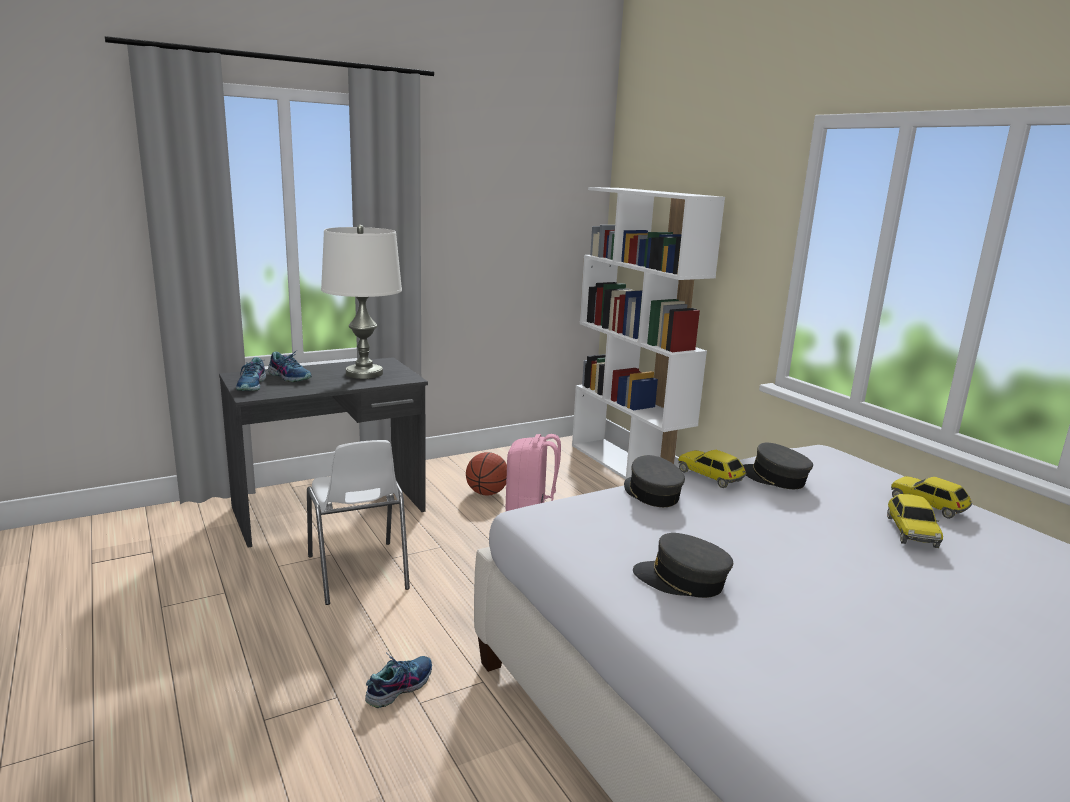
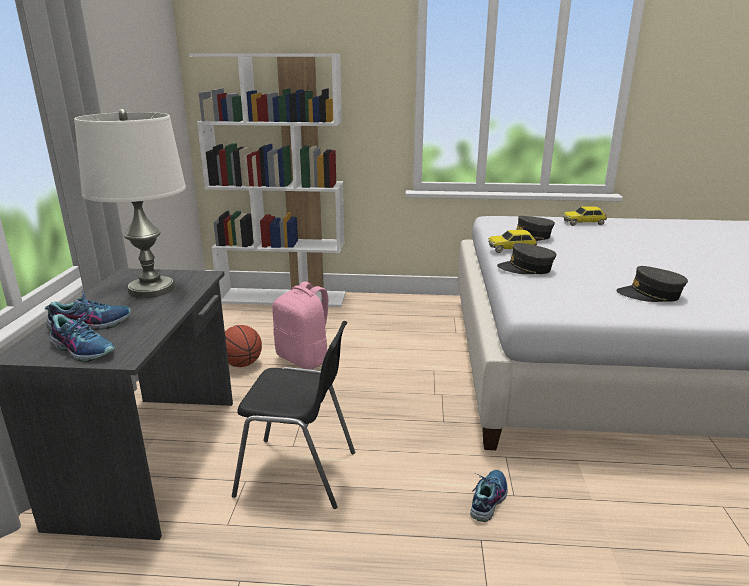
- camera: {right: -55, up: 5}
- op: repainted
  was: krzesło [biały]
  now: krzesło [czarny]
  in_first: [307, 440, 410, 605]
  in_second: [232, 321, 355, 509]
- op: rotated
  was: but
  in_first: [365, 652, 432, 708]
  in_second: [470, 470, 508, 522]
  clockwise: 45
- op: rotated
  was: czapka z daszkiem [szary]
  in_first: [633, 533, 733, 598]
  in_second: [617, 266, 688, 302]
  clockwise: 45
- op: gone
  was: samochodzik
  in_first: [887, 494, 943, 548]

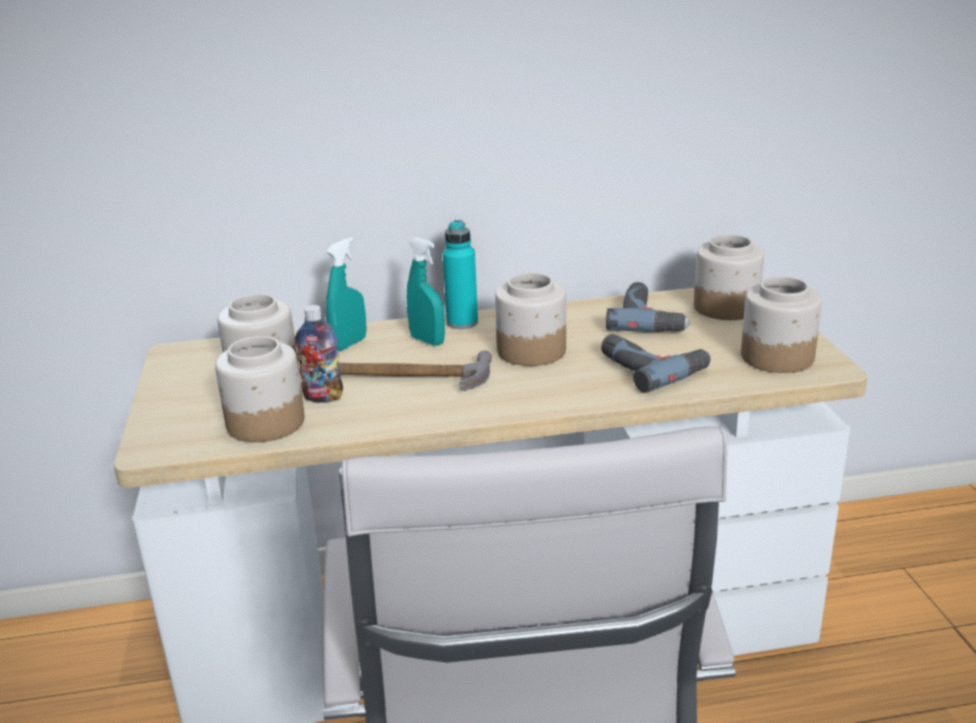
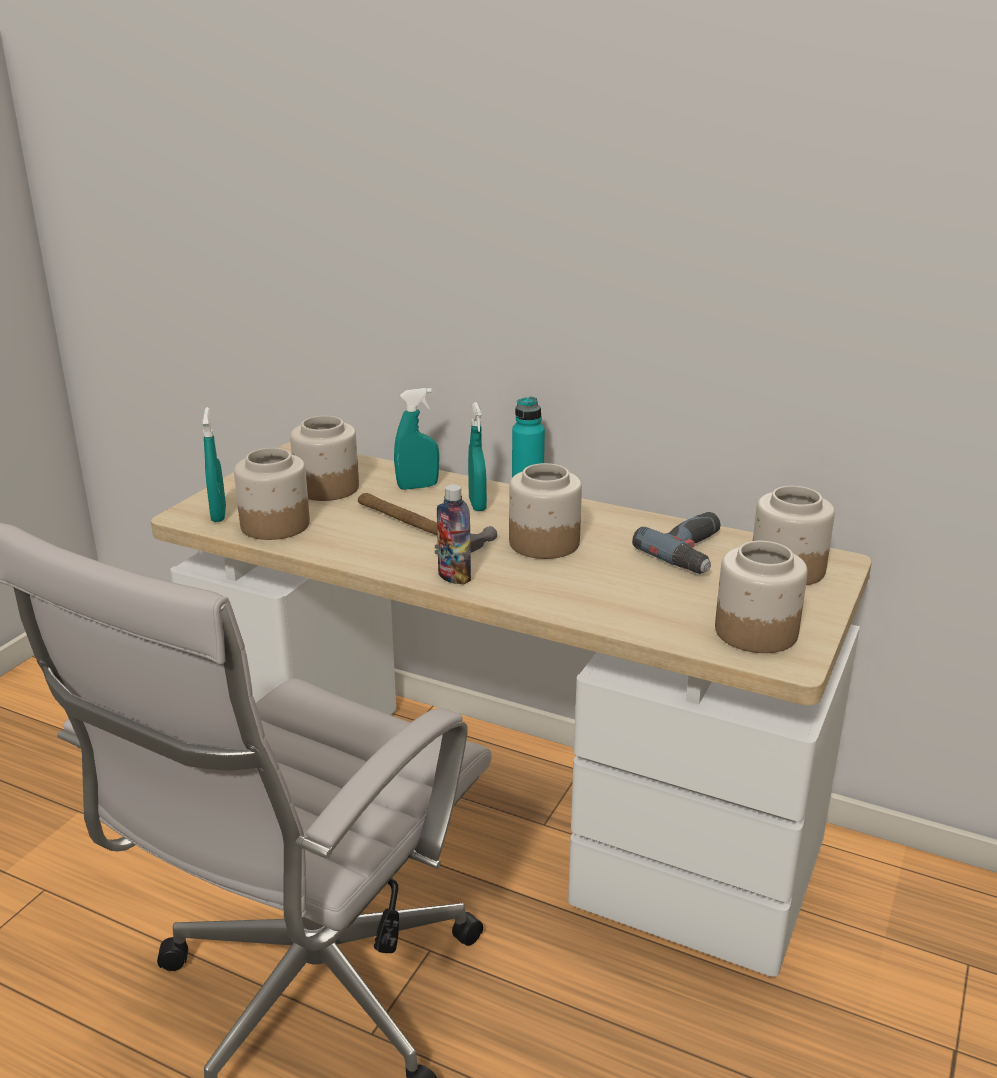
- camera: {right: 35, up: 0}
- op: new
  now: spryskiwacz [turkusowy]
  in_second: [203, 407, 226, 522]
- op: shifted
  was: butelka
  in_first: [295, 305, 343, 402]
  in_second: [437, 484, 471, 585]
- op: gone
  was: wiertarka
  in_first: [601, 334, 711, 393]

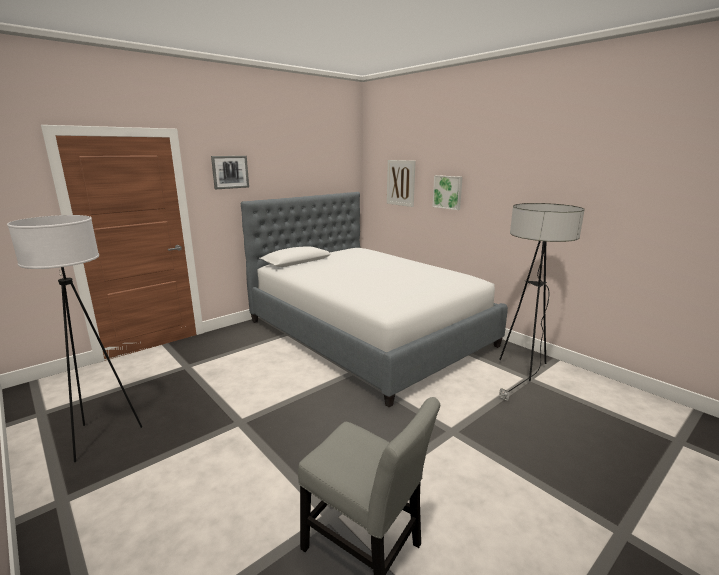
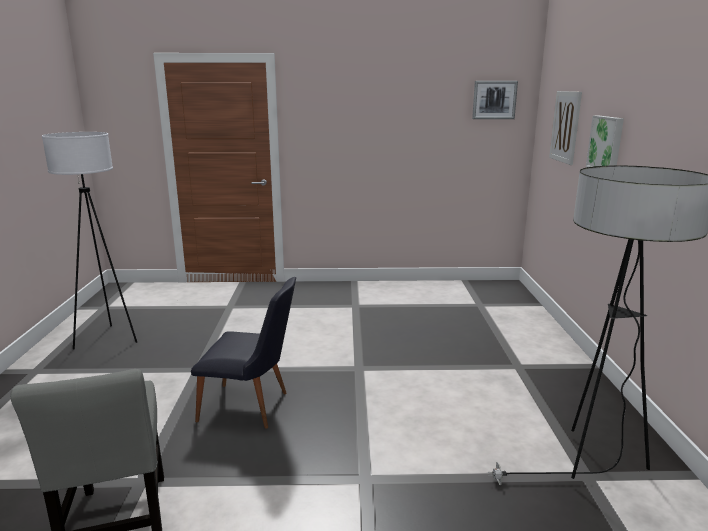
- camera: {right: 40, up: 0}
- op: new
  now: krzesło [czarny]
  in_second: [191, 277, 296, 429]
- op: shifted
  was: obraz
  in_first: [211, 156, 249, 189]
  in_second: [472, 81, 518, 119]
- op: gone
  was: łóżko
  in_first: [241, 192, 508, 407]

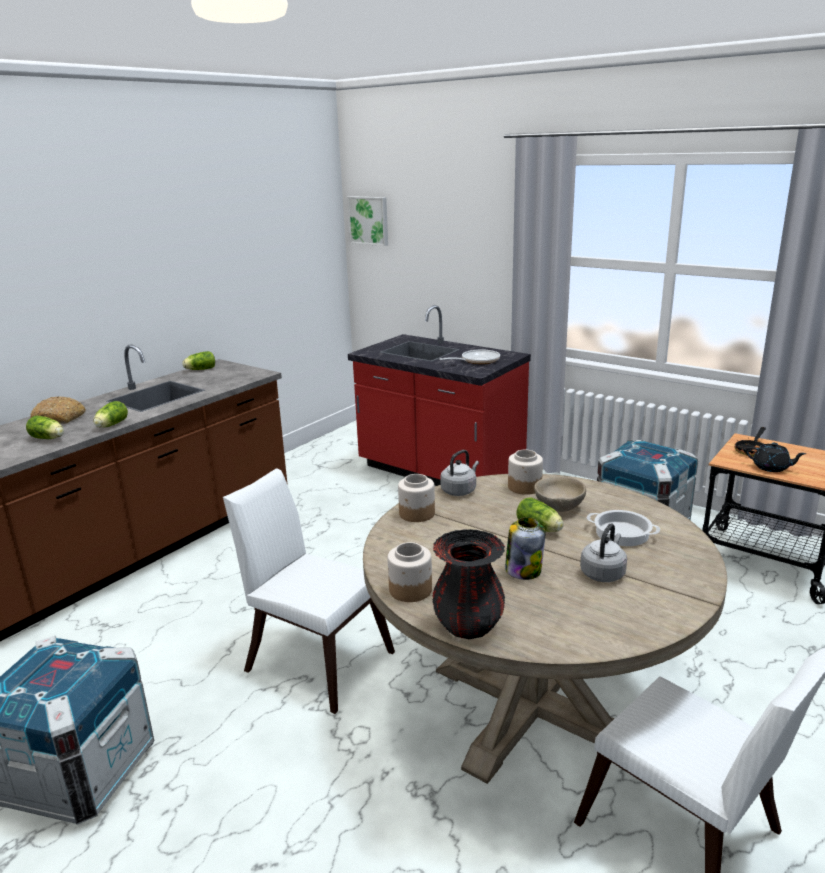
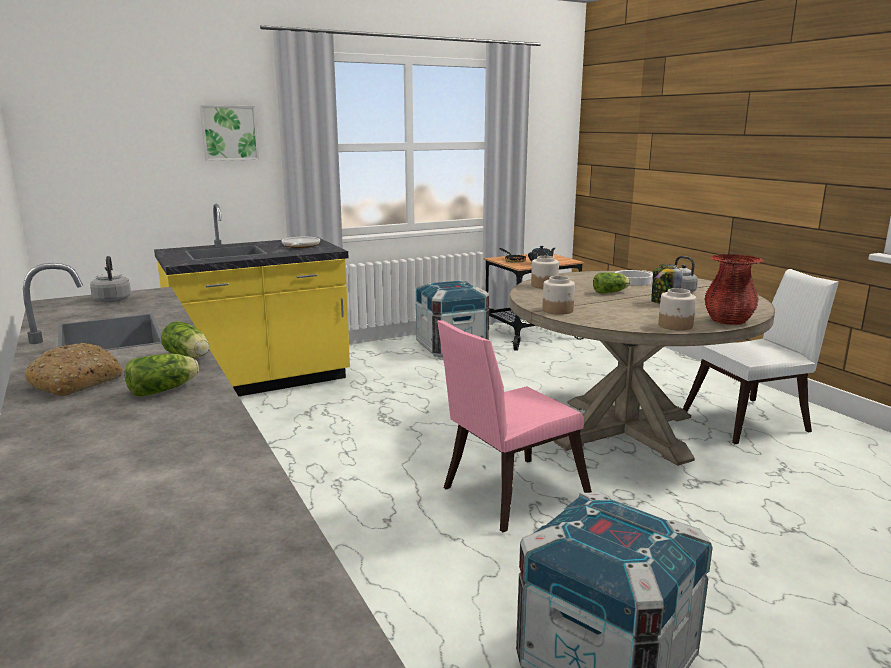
- camera: {right: -65, up: -5}
- op: shifted
  was: czajnik [szary]
  in_first: [440, 450, 479, 496]
  in_second: [90, 256, 131, 303]
- op: repainted
  was: zabudowa kuchenna [czerwony]
  now: zabudowa kuchenna [żółty]
  in_first: [348, 305, 531, 486]
  in_second: [154, 204, 350, 396]
- op: shifted
  was: obraz
  in_first: [347, 196, 388, 246]
  in_second: [200, 105, 259, 161]
- op: repainted
  was: krzesło [biały]
  now: krzesło [różowy]
  in_first: [223, 468, 395, 714]
  in_second: [437, 320, 592, 533]
- op: repainted
  was: wazon [czarny]
  now: wazon [czerwony]
  in_first: [432, 529, 505, 639]
  in_second: [705, 254, 763, 325]
- op: gone
  was: sałata
  in_first: [182, 351, 215, 370]
- op: gone
  was: miska [beżowy]
  in_first: [534, 477, 586, 512]

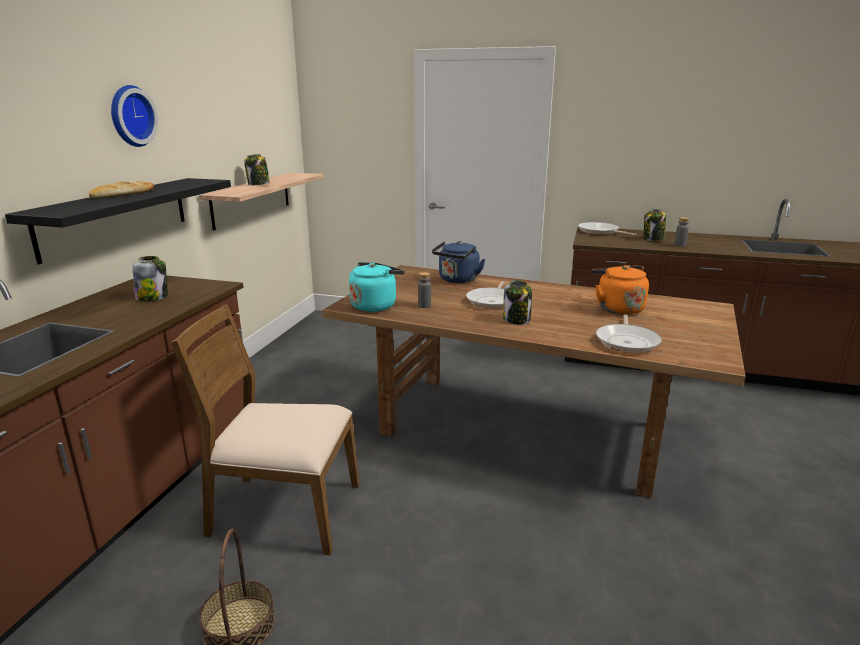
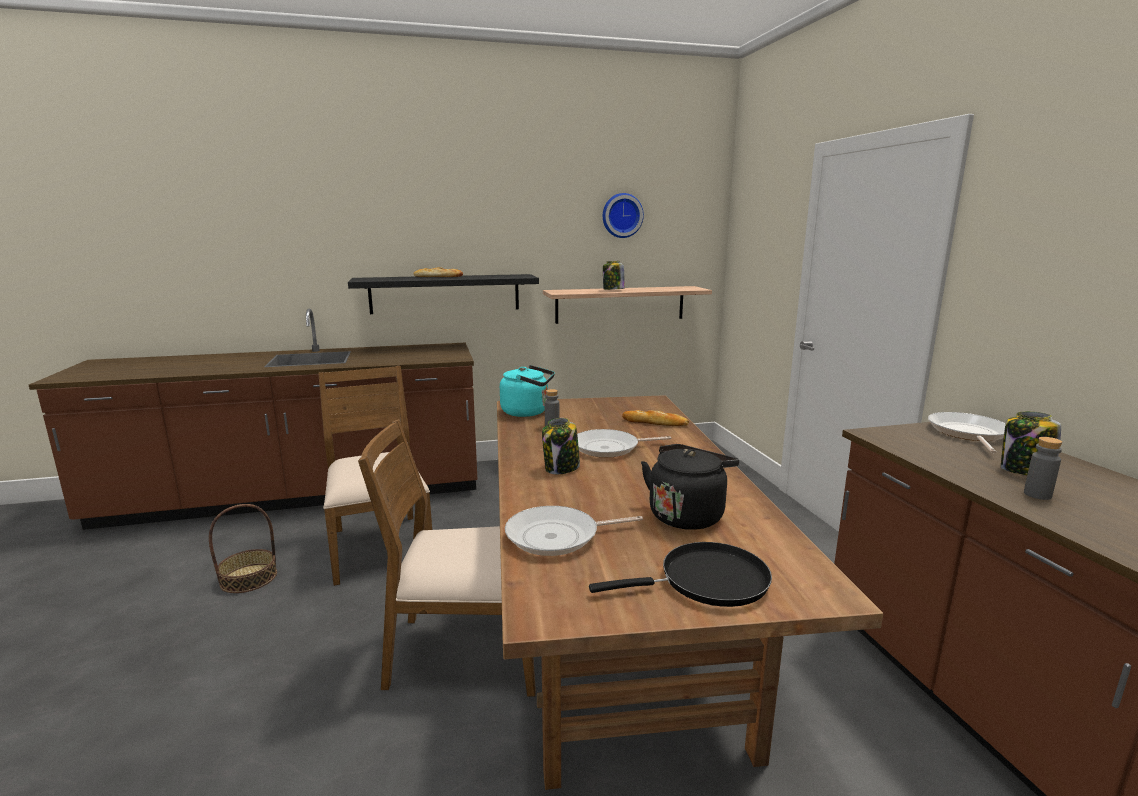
- camera: {right: 60, up: -5}
- op: new
  now: krzesło [brązowy]
  in_second: [358, 419, 536, 697]
- op: new
  now: patelnia [czarny]
  in_second: [589, 542, 772, 607]
- op: shifted
  was: zegar ścienny
  in_first: [111, 85, 158, 147]
  in_second: [603, 193, 644, 238]
- op: swapped
  was: czajnik [niebieski]
  now: chleb
  in_first: [432, 241, 485, 283]
  in_second: [622, 410, 689, 426]
- op: repainted
  was: czajnik [pomarańczowy]
  now: czajnik [czarny]
  in_first: [592, 265, 649, 315]
  in_second: [641, 444, 739, 530]
- op: gone
  was: słoik
  in_first: [133, 256, 168, 301]

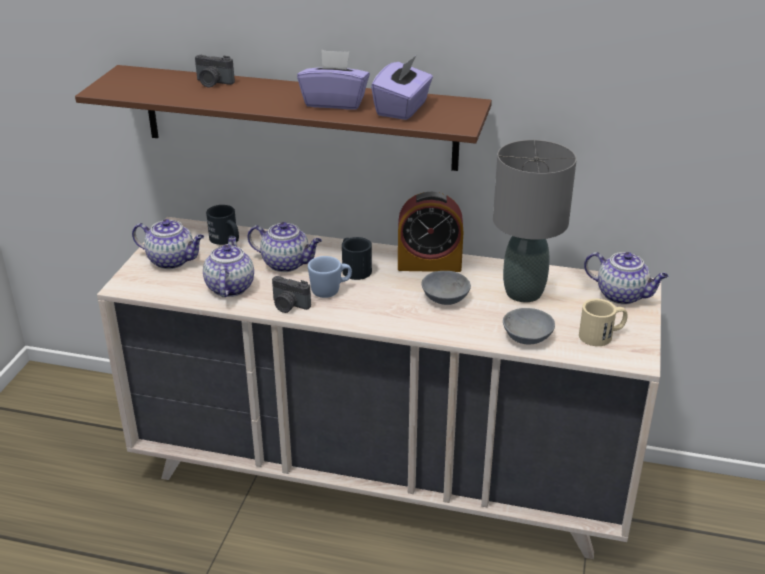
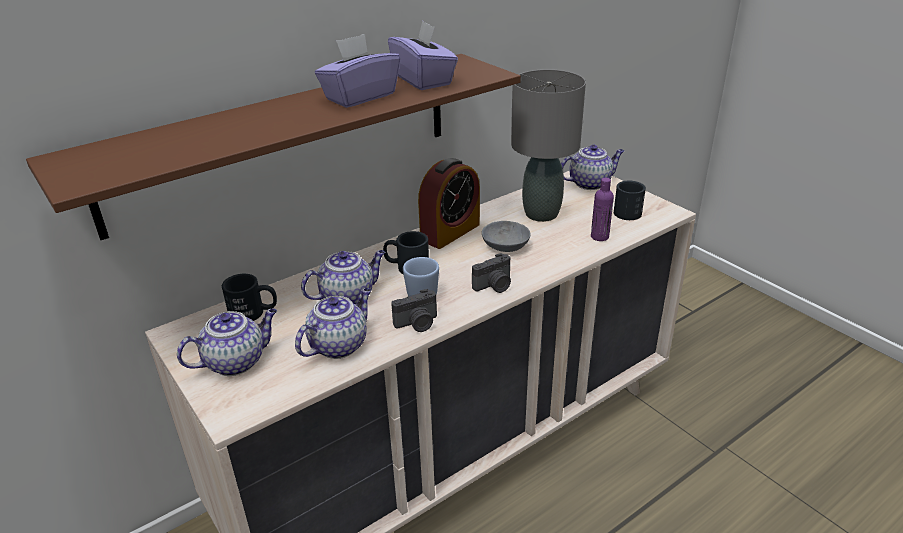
- camera: {right: -50, up: 0}
- op: rotated
  was: imbryk
  in_first: [203, 236, 254, 297]
  in_second: [295, 288, 371, 359]
  clockwise: 90
- op: shifted
  was: aparat fotograficzny
  in_first: [195, 55, 235, 88]
  in_second: [472, 253, 511, 293]
- op: swapped
  was: miska [szary]
  now: butelka [fioletowy]
  in_first: [503, 308, 555, 345]
  in_second: [591, 178, 614, 241]
- op: repainted
  was: kubek [beżowy]
  now: kubek [czarny]
  in_first: [579, 299, 628, 346]
  in_second: [614, 181, 646, 220]

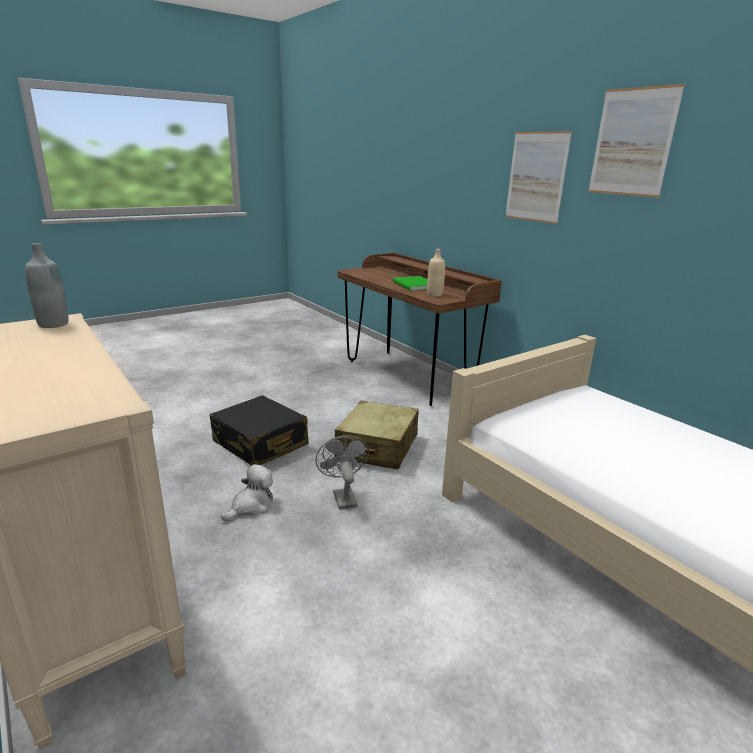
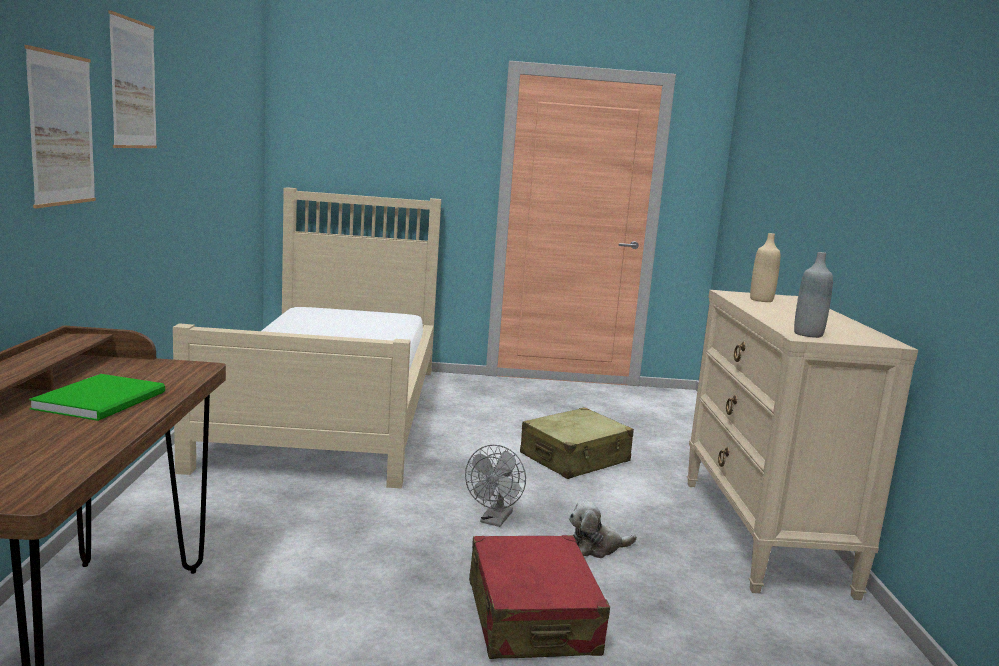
- camera: {right: -145, up: -10}
- op: repainted
  was: walizka [czarny]
  now: walizka [czerwony]
  in_first: [210, 395, 309, 465]
  in_second: [469, 535, 610, 659]
- op: shifted
  was: walizka [beżowy]
  in_first: [335, 401, 419, 469]
  in_second: [520, 407, 634, 479]
- op: shifted
  was: butelka [beżowy]
  in_first: [427, 249, 445, 297]
  in_second: [750, 233, 780, 302]

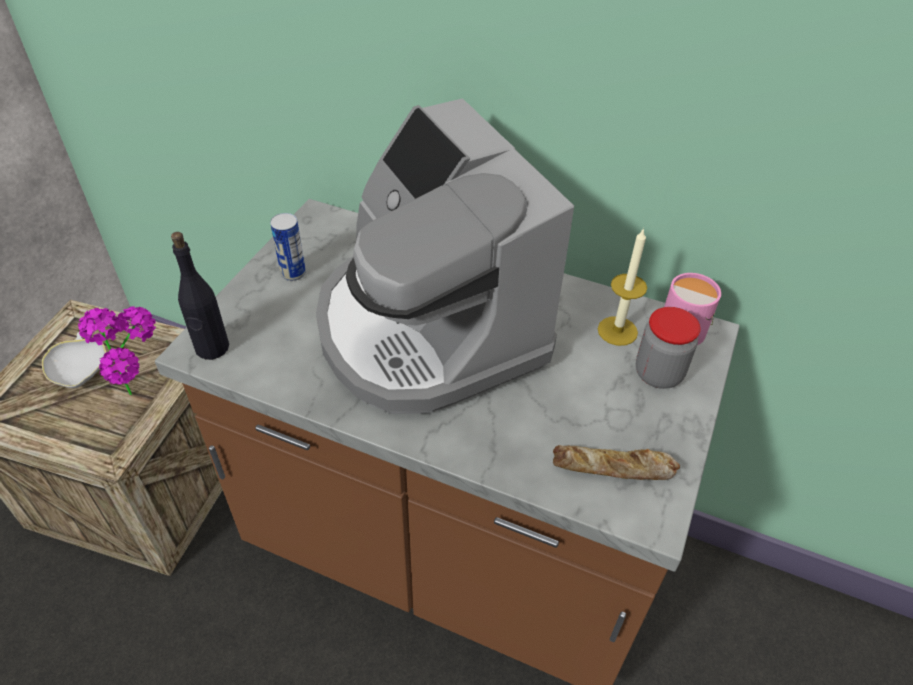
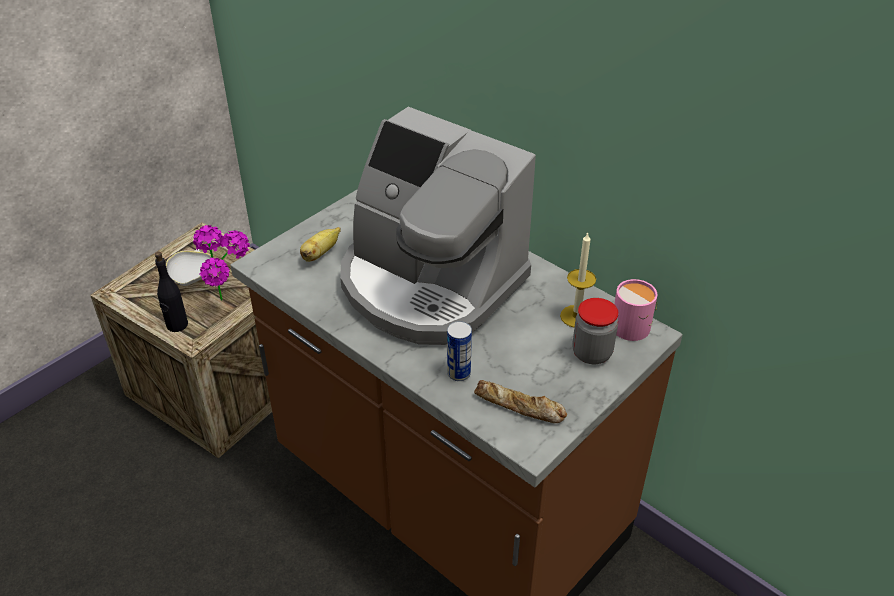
- camera: {right: 20, up: -5}
- op: shifted
  was: butelka [czarny]
  in_first: [171, 232, 229, 360]
  in_second: [155, 252, 188, 332]
- op: new
  now: banan
  in_second: [300, 227, 341, 262]
- op: rotated
  was: ekspres do kawy
  in_first: [316, 98, 574, 414]
  in_second: [340, 107, 536, 345]
  clockwise: -45
- op: shifted
  was: puszka
  in_first: [270, 213, 306, 281]
  in_second: [447, 321, 472, 381]

